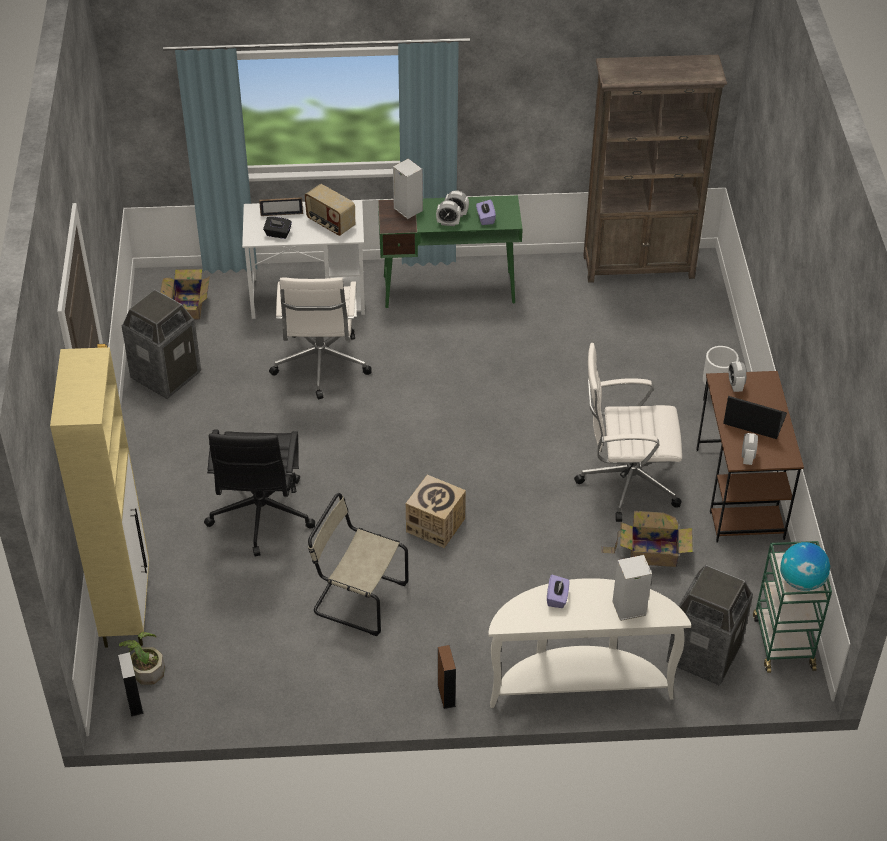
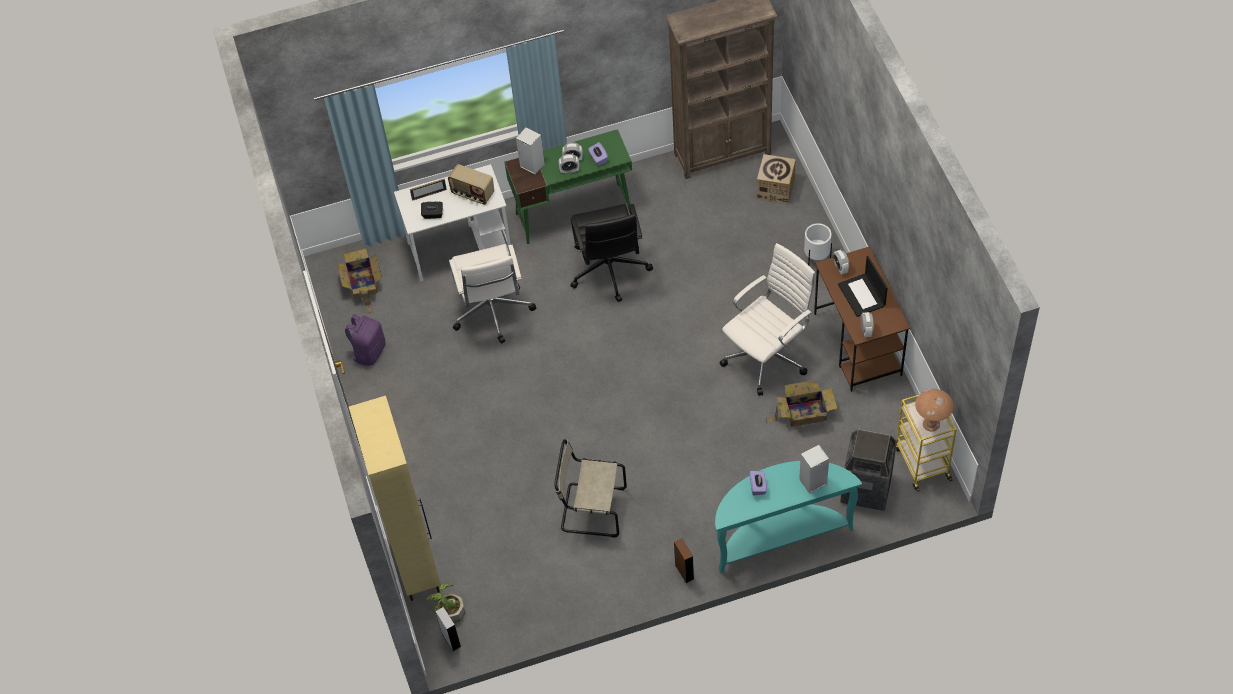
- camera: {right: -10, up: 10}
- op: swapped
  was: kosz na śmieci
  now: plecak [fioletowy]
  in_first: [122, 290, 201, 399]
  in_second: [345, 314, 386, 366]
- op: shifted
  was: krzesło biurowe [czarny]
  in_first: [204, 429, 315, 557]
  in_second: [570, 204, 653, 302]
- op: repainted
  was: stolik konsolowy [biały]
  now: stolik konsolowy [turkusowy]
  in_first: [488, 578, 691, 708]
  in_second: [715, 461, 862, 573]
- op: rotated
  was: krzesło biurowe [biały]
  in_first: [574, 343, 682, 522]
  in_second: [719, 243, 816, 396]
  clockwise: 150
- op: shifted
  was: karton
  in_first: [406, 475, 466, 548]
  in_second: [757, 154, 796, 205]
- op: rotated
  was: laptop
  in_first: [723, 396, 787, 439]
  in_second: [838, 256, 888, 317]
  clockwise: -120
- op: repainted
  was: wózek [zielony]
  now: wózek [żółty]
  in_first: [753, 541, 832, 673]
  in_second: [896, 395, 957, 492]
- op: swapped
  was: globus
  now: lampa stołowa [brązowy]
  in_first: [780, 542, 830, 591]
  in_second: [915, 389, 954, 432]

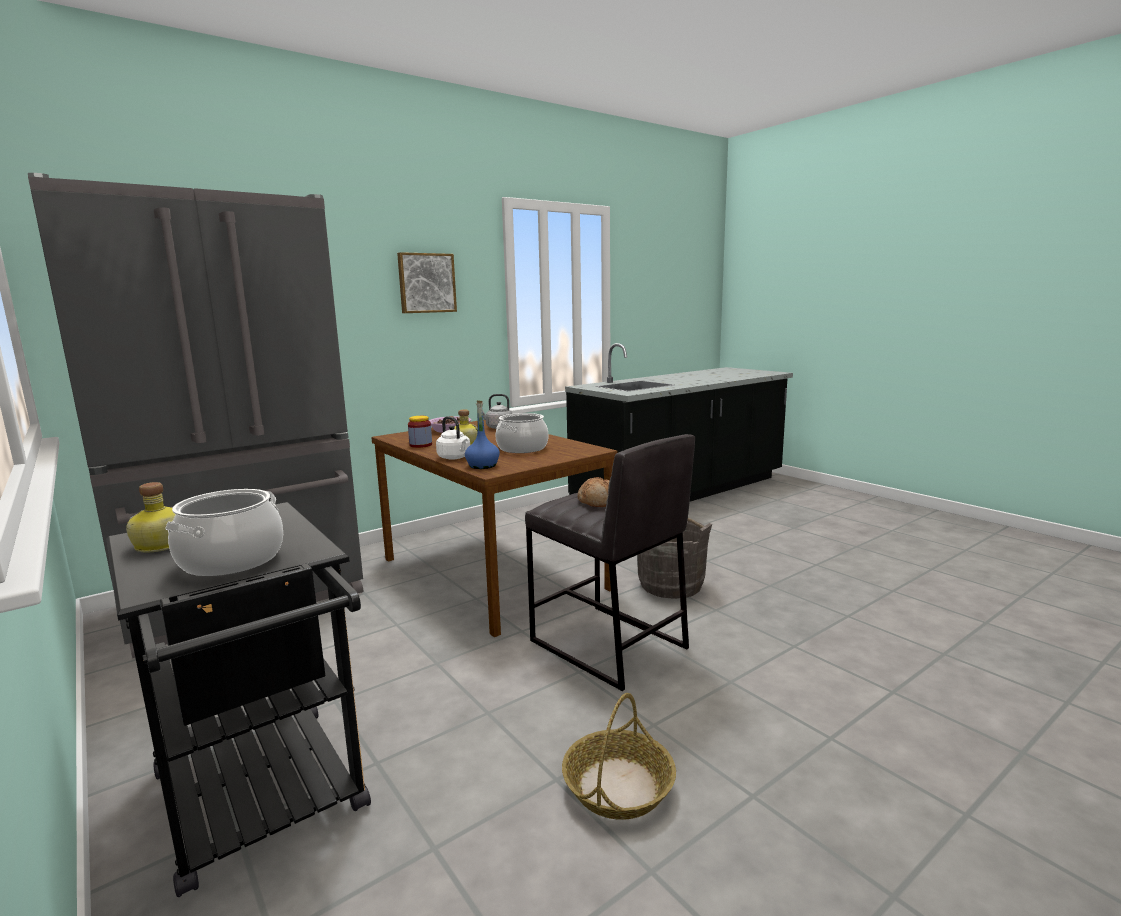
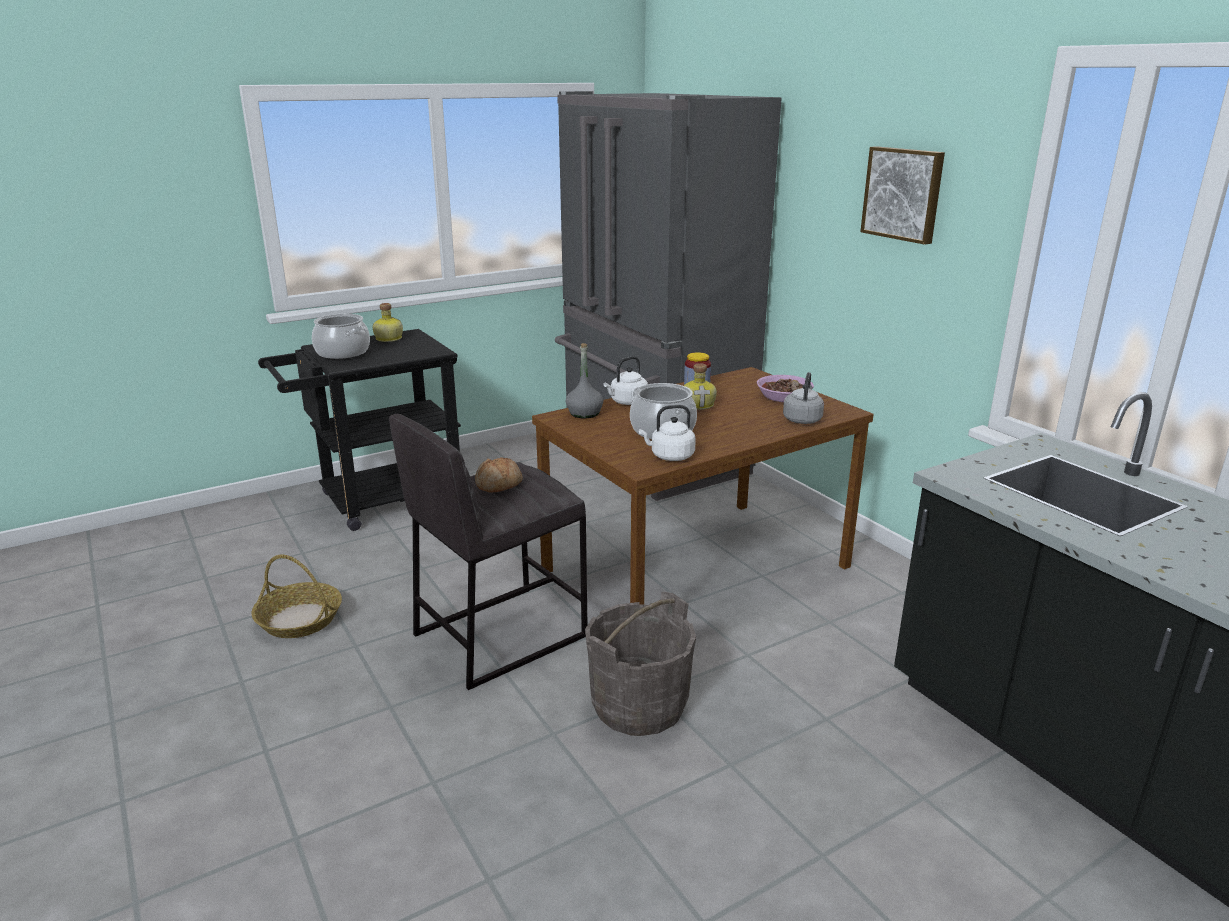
- camera: {right: 95, up: 10}
- op: repainted
  was: butelka [niebieski]
  now: butelka [szary]
  in_first: [465, 400, 500, 469]
  in_second: [566, 343, 603, 418]
- op: new
  now: czajnik [biały]
  in_second: [639, 405, 696, 461]

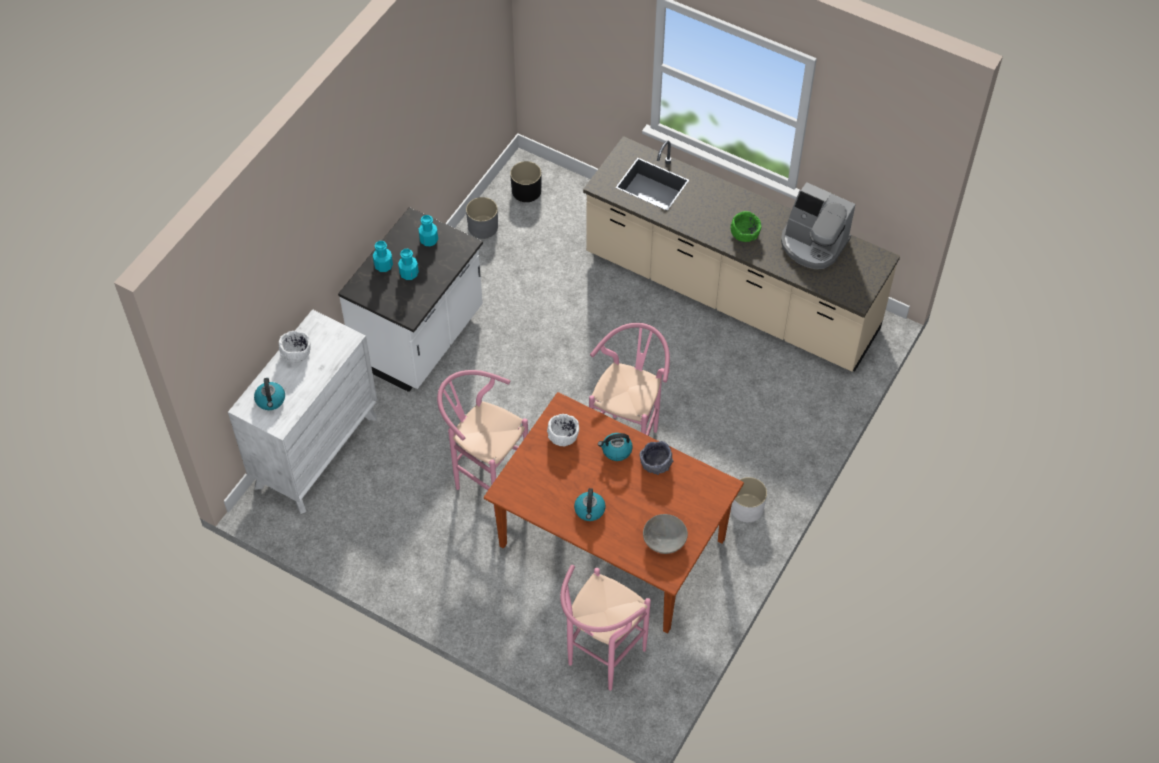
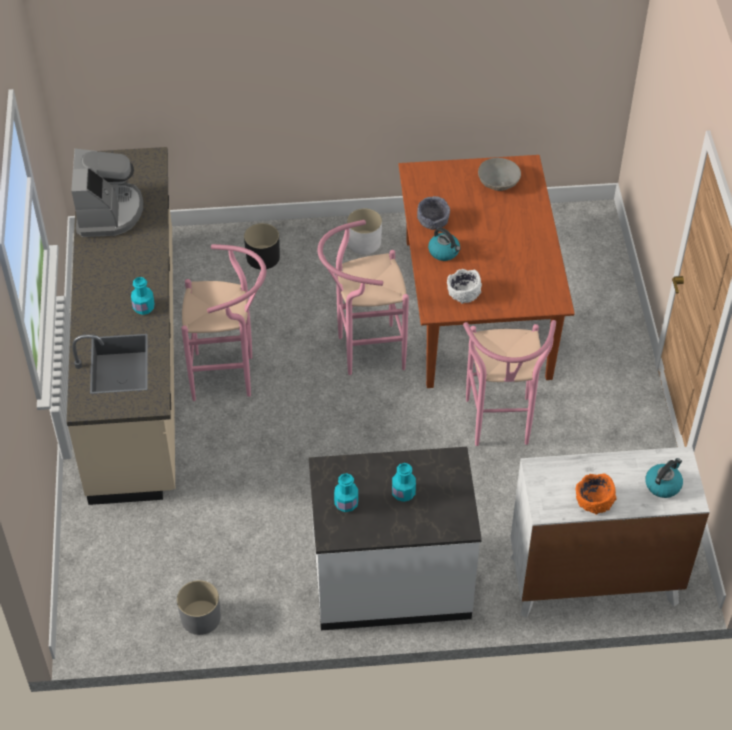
- camera: {right: -125, up: -5}
- op: shifted
  was: butelka [turkusowy]
  in_first: [373, 241, 393, 272]
  in_second: [131, 277, 155, 315]
- op: shifted
  was: stołek [różowy]
  in_first: [560, 565, 651, 691]
  in_second: [181, 244, 266, 401]
- op: shifted
  was: donica [czarny]
  in_first: [510, 161, 542, 202]
  in_second: [244, 223, 280, 270]
- op: repainted
  was: miska [biały]
  now: miska [pomarańczowy]
  in_first: [279, 331, 311, 363]
  in_second: [575, 473, 617, 515]
- op: gone
  was: czajnik
  in_first: [574, 488, 606, 521]
- op: gone
  was: miska [zielony]
  in_first: [730, 211, 761, 242]

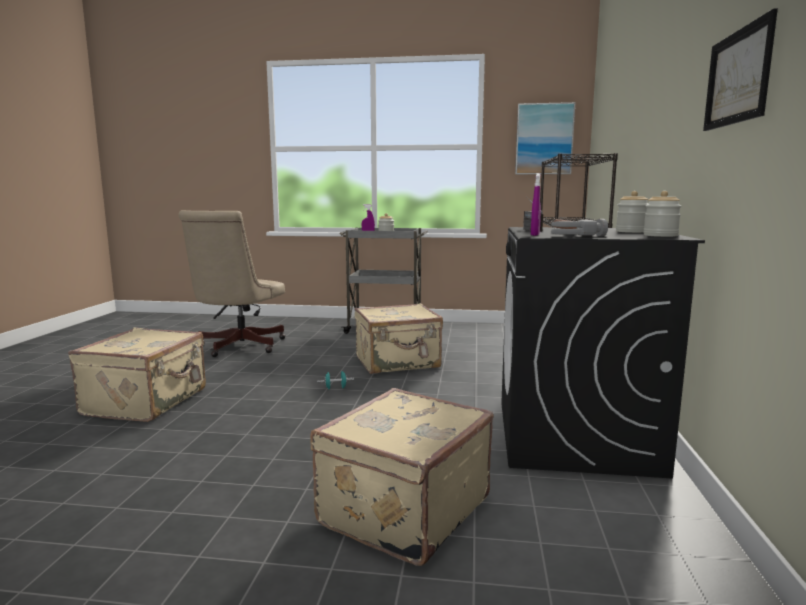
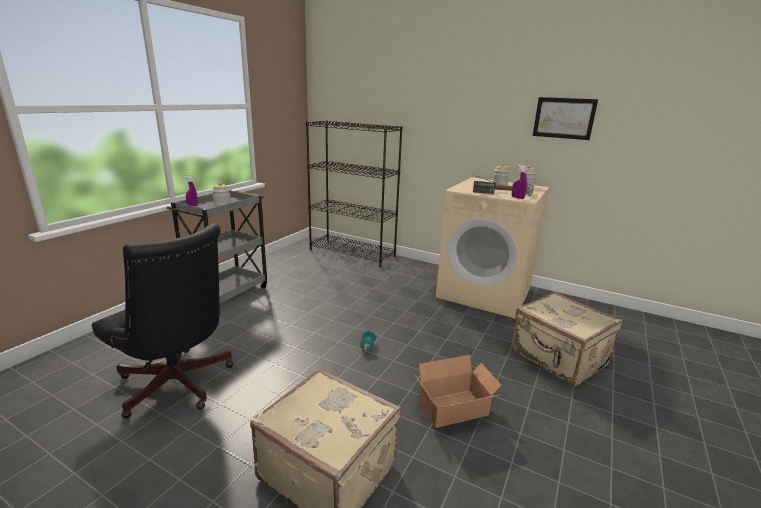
- camera: {right: -70, up: 10}
- op: repainted
  was: krzesło biurowe [beżowy]
  now: krzesło biurowe [czarny]
  in_first: [178, 210, 285, 357]
  in_second: [92, 223, 234, 419]
- op: new
  now: karton
  in_second: [415, 355, 502, 428]
- op: repainted
  was: pralka [czarny]
  now: pralka [beżowy]
  in_first: [501, 227, 705, 479]
  in_second: [436, 177, 549, 319]
- op: gone
  was: walizka [beżowy]
  in_first: [354, 303, 443, 374]
- op: gone
  was: obraz
  in_first: [515, 102, 576, 174]

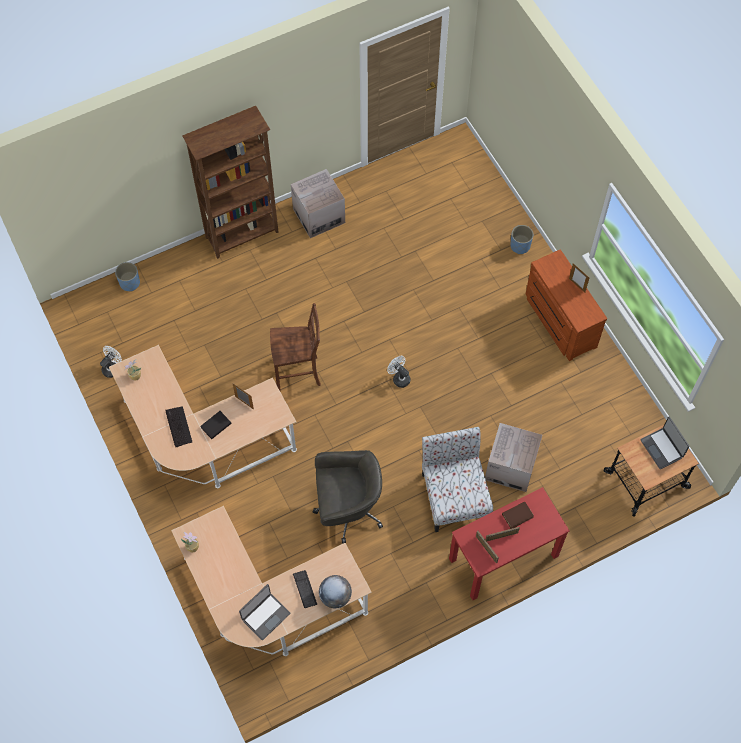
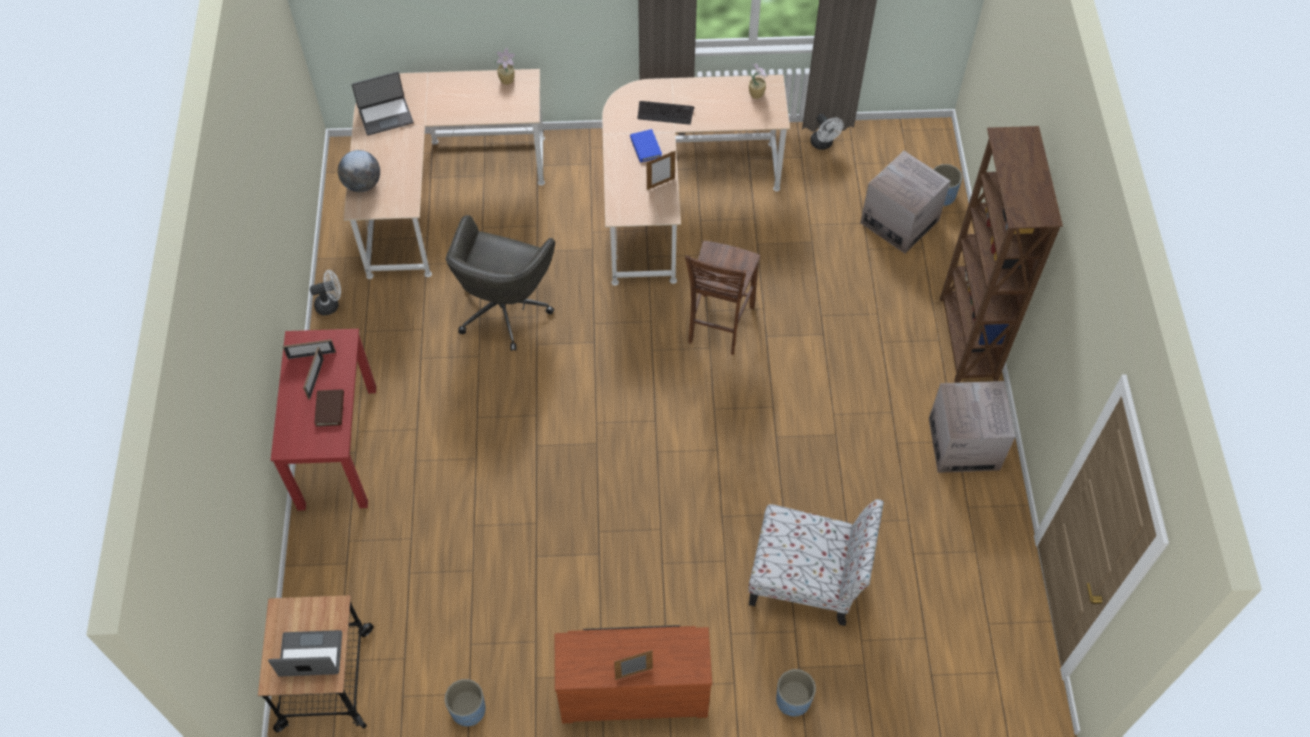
- camera: {right: 115, up: -5}
- op: shifted
  was: wentylator [biały]
  in_first: [387, 356, 411, 388]
  in_second: [310, 270, 341, 315]
- op: rotated
  was: laptop
  in_first: [239, 584, 290, 640]
  in_second: [352, 71, 413, 136]
  clockwise: -90
- op: new
  now: donica [niebieski]
  in_second: [445, 679, 486, 726]
- op: repainted
  was: książka [czarny]
  now: książka [niebieski]
  in_first: [200, 411, 232, 439]
  in_second: [630, 129, 662, 162]
- op: shifted
  was: krzesło
  in_first: [422, 427, 493, 532]
  in_second: [749, 499, 884, 626]
- op: shifted
  was: karton
  in_first: [485, 423, 542, 492]
  in_second: [860, 151, 950, 254]
- op: gone
  was: klawiatura
  in_first: [293, 570, 318, 608]

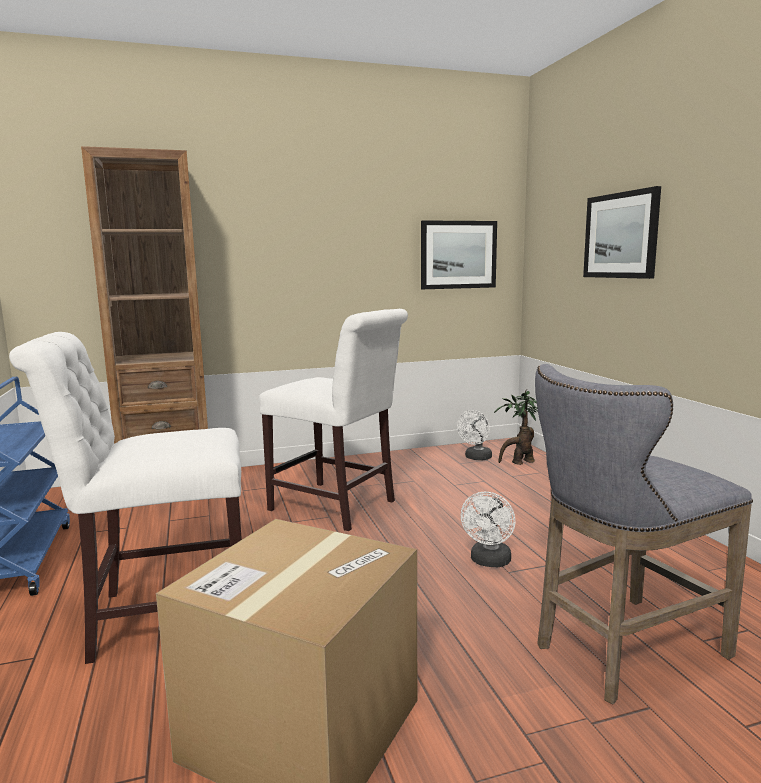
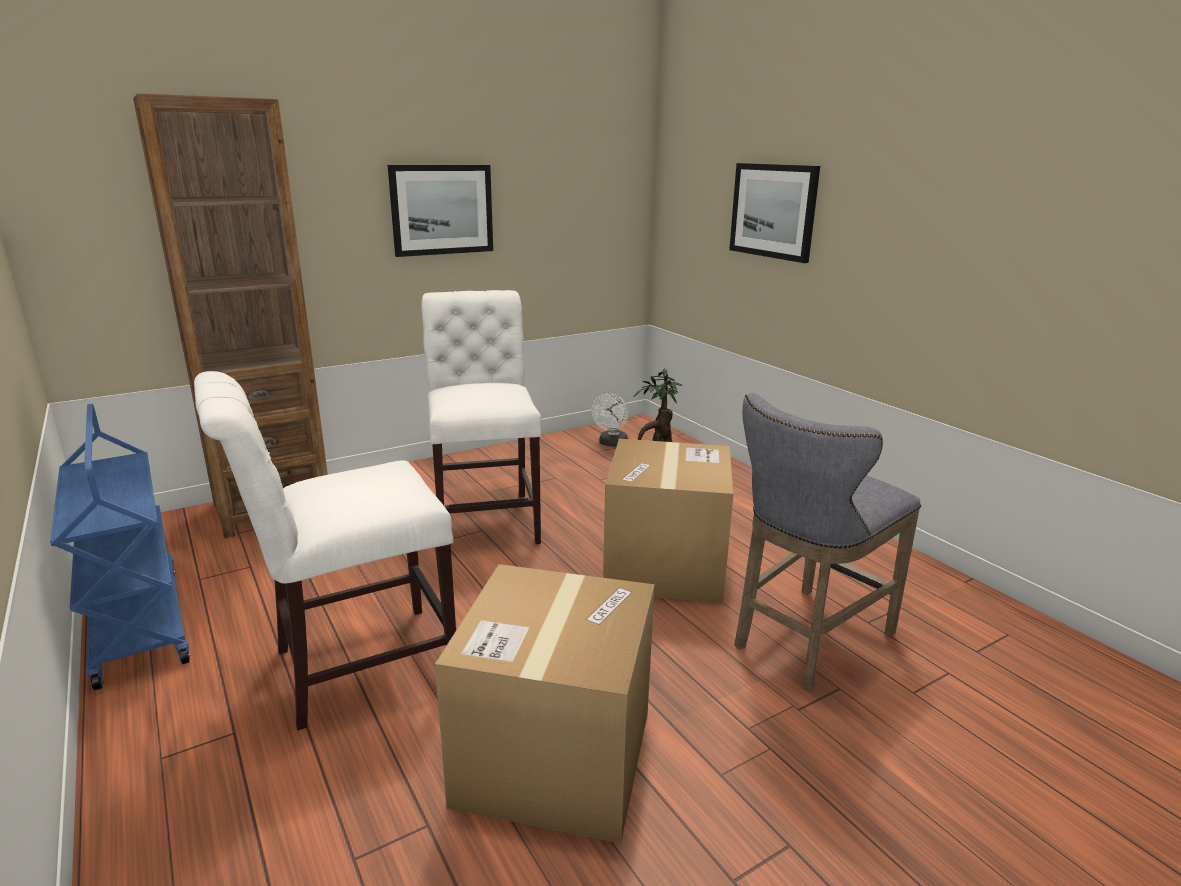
- camera: {right: -15, up: 10}
- op: shifted
  was: obraz
  in_first: [421, 220, 497, 289]
  in_second: [388, 165, 493, 257]
- op: rotated
  was: krzesło [biały]
  in_first: [259, 309, 408, 531]
  in_second: [421, 290, 541, 544]
  clockwise: -120
- op: swapped
  was: wentylator [biały]
  now: karton
  in_first: [461, 492, 515, 567]
  in_second: [603, 439, 734, 603]

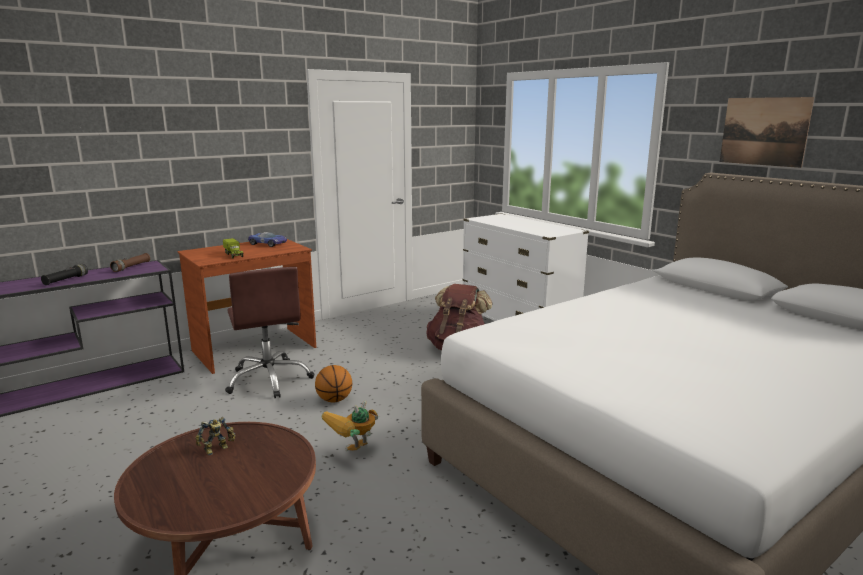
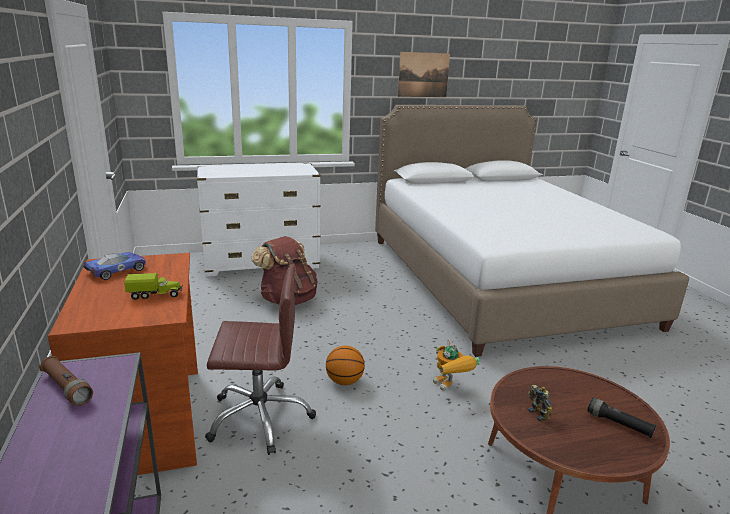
- camera: {right: -70, up: 5}
- op: shifted
  was: latarka [czarny]
  in_first: [41, 264, 88, 285]
  in_second: [588, 398, 656, 438]

